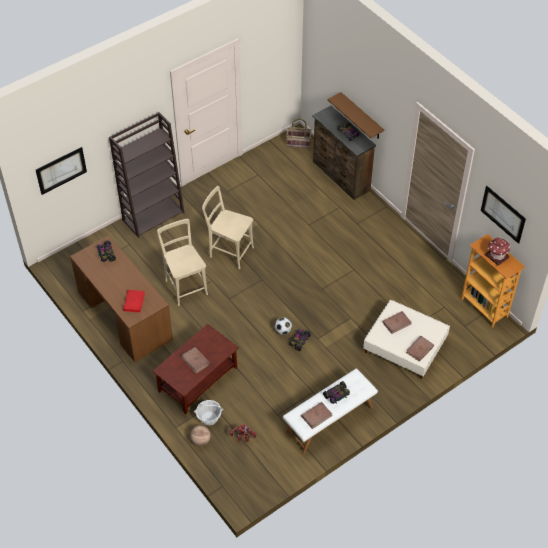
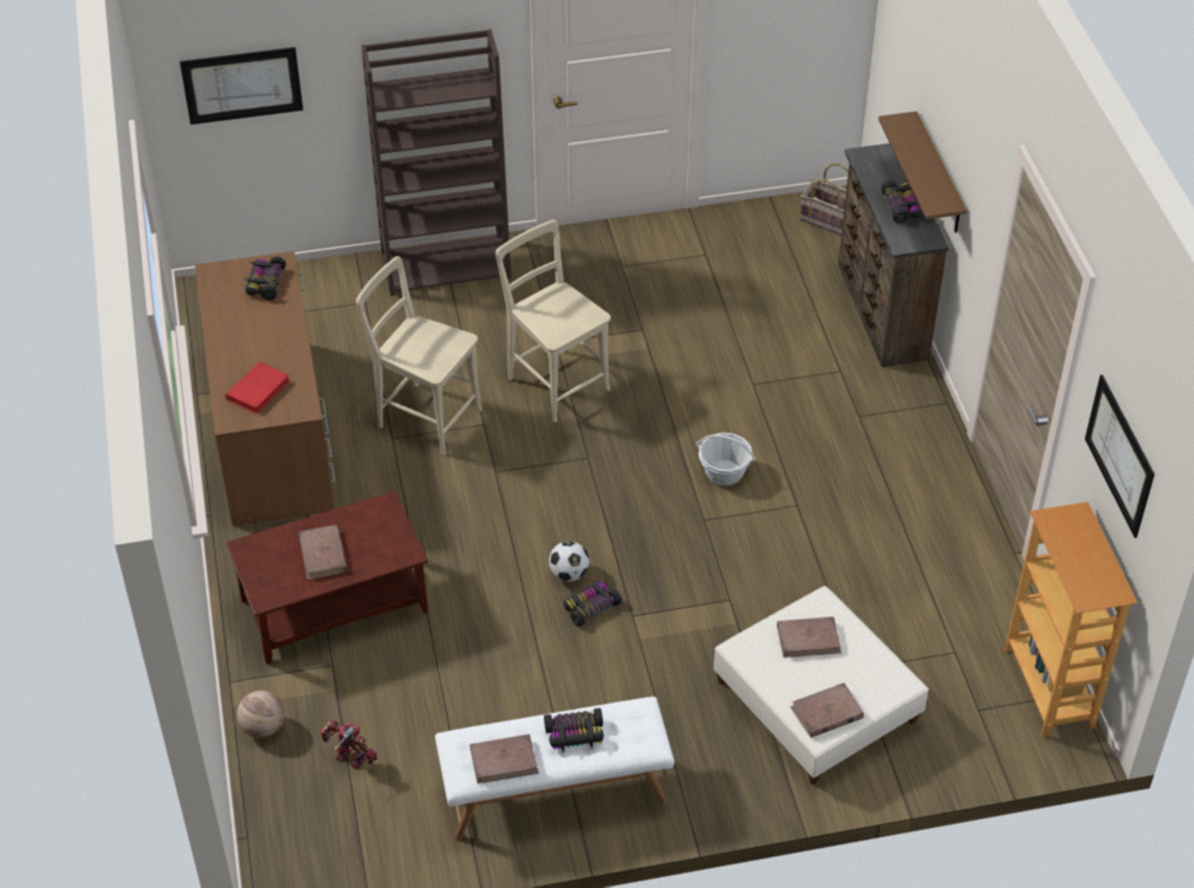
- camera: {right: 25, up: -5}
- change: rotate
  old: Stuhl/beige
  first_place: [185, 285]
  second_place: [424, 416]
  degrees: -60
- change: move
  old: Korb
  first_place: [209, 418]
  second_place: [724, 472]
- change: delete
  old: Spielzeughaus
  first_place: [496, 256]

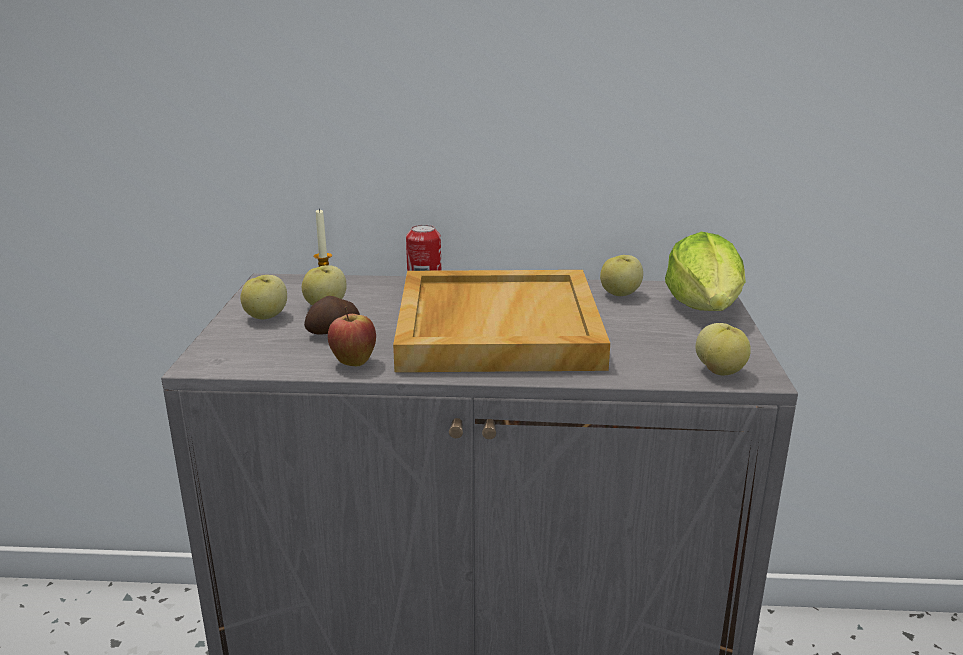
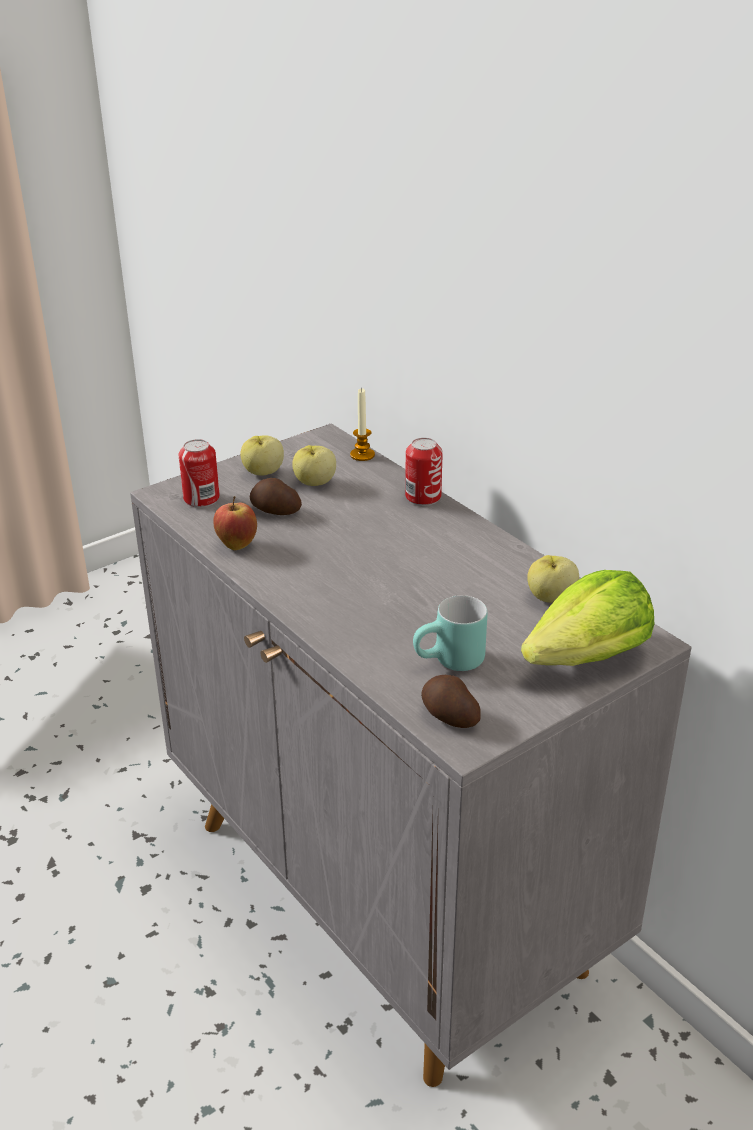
- camera: {right: 50, up: 10}
- change: delete
  old: Tablett/beige
  first_place: [495, 327]
- change: replace
  old: Apfel
  new: Kartoffel
  first_place: [720, 371]
  second_place: [448, 716]
- change: insert
  new: Dose
  second_place: [201, 498]
- change: insert
  new: Henkelbecher/türkis
  second_place: [451, 664]

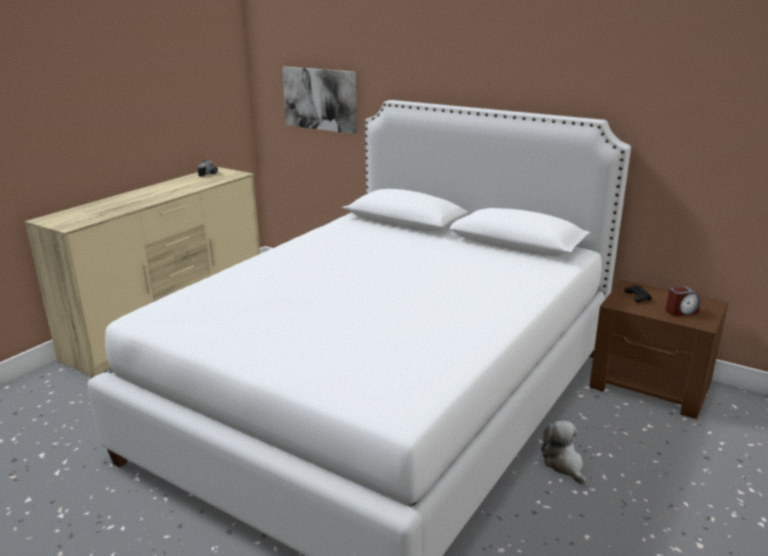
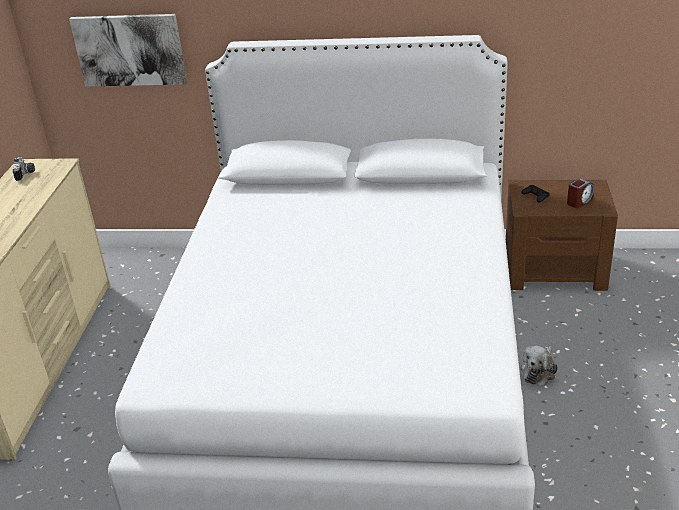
- camera: {right: -25, up: 10}
- change: rotate
  old: Plüschtier
  first_place: [564, 464]
  second_place: [539, 371]
  degrees: -105

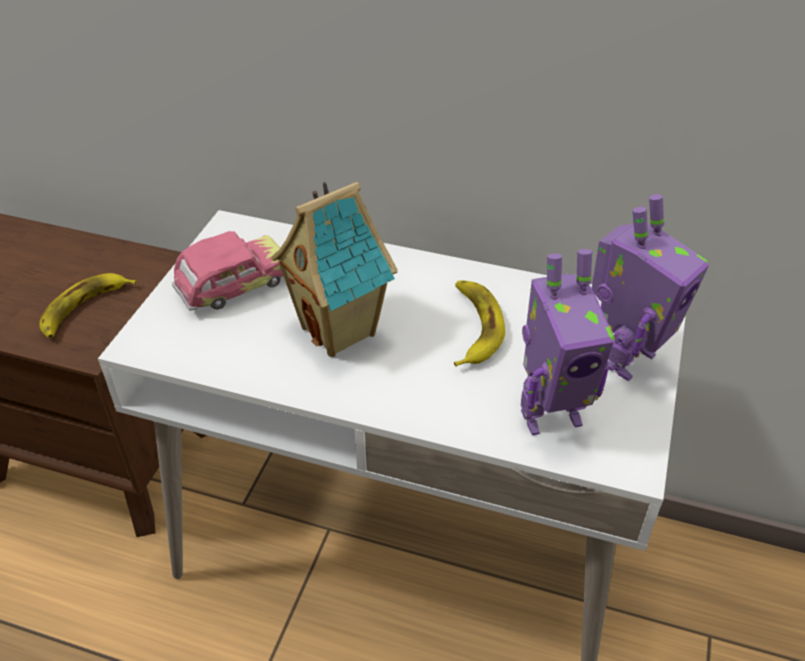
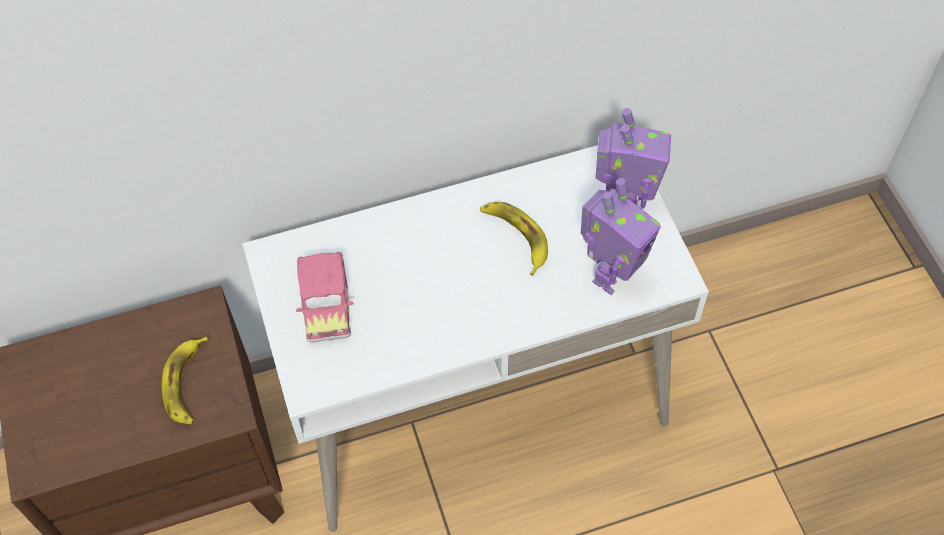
- camera: {right: -35, up: 15}
- change: rotate
  old: Spielzeugauto
  first_place: [234, 286]
  second_place: [326, 303]
  degrees: 150
- change: delete
  old: Spielzeughaus
  first_place: [341, 331]

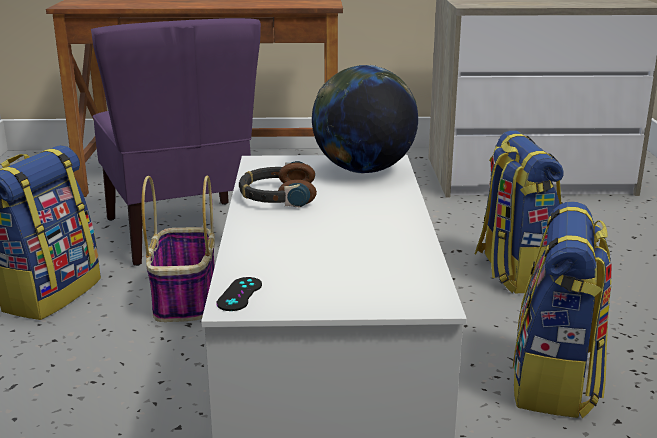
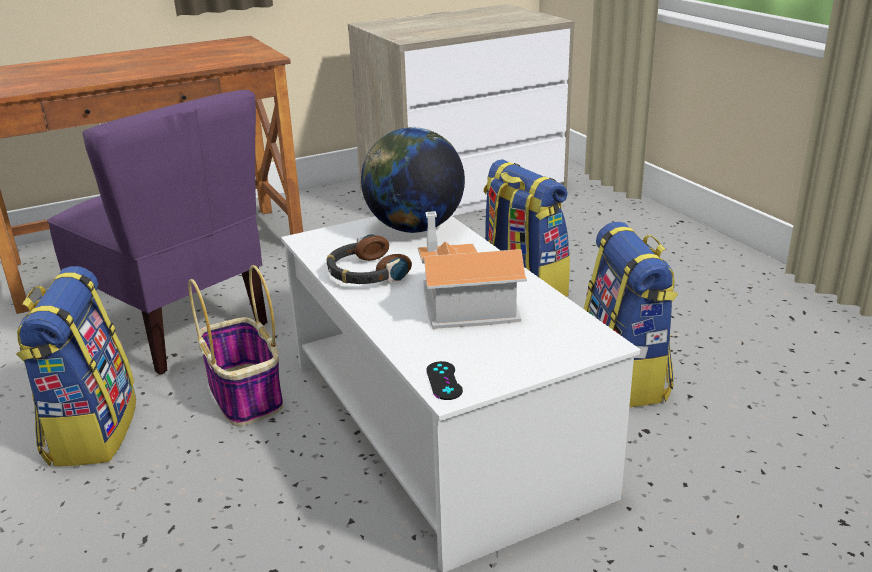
- camera: {right: -25, up: 5}
- change: insert
  new: Spielzeughaus
  second_place: [461, 303]

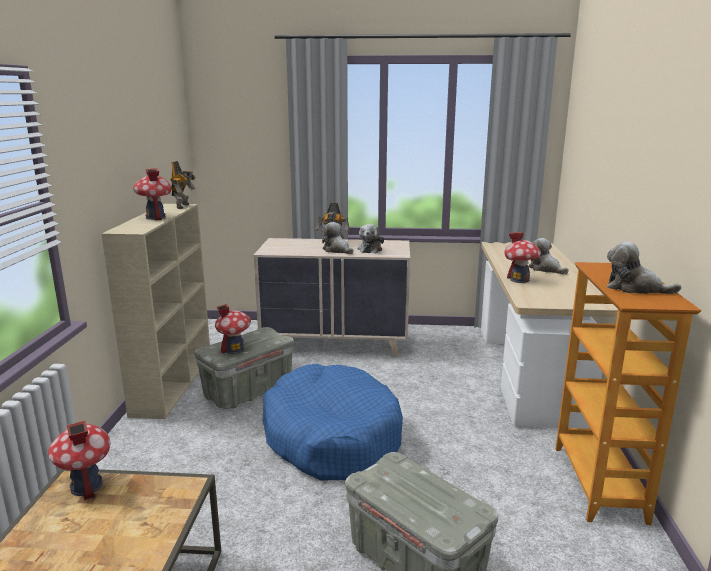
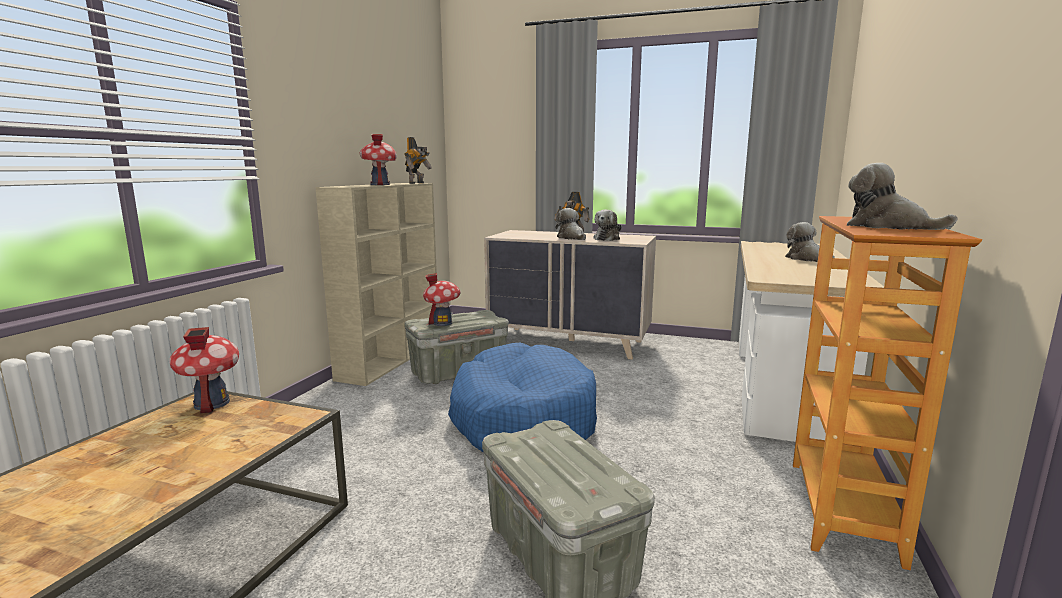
- camera: {right: 15, up: -5}
- change: delete
  old: Spielzeughaus
  first_place: [519, 280]

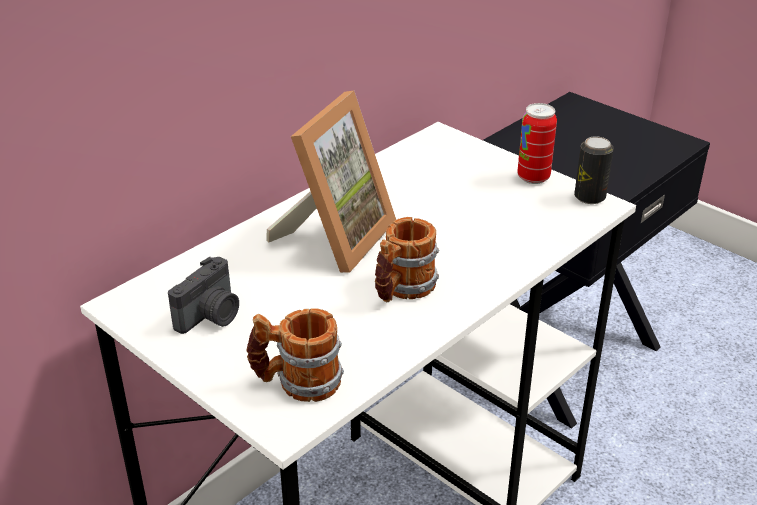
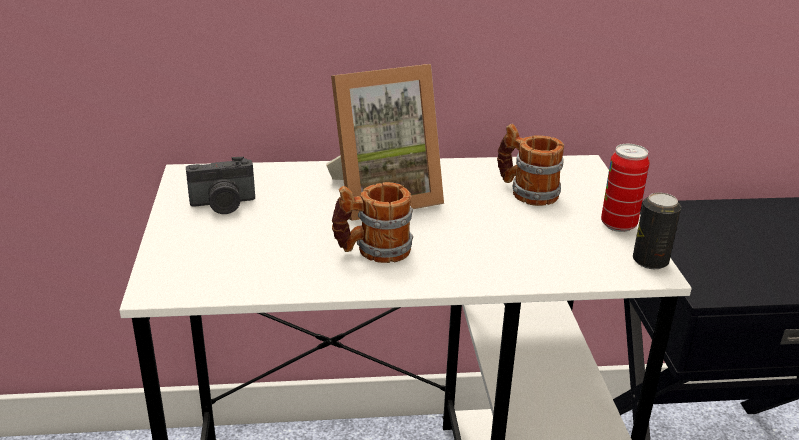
- camera: {right: 40, up: -5}
- change: move
  old: Henkelbecher
  first_place: [297, 382]
  second_place: [526, 191]

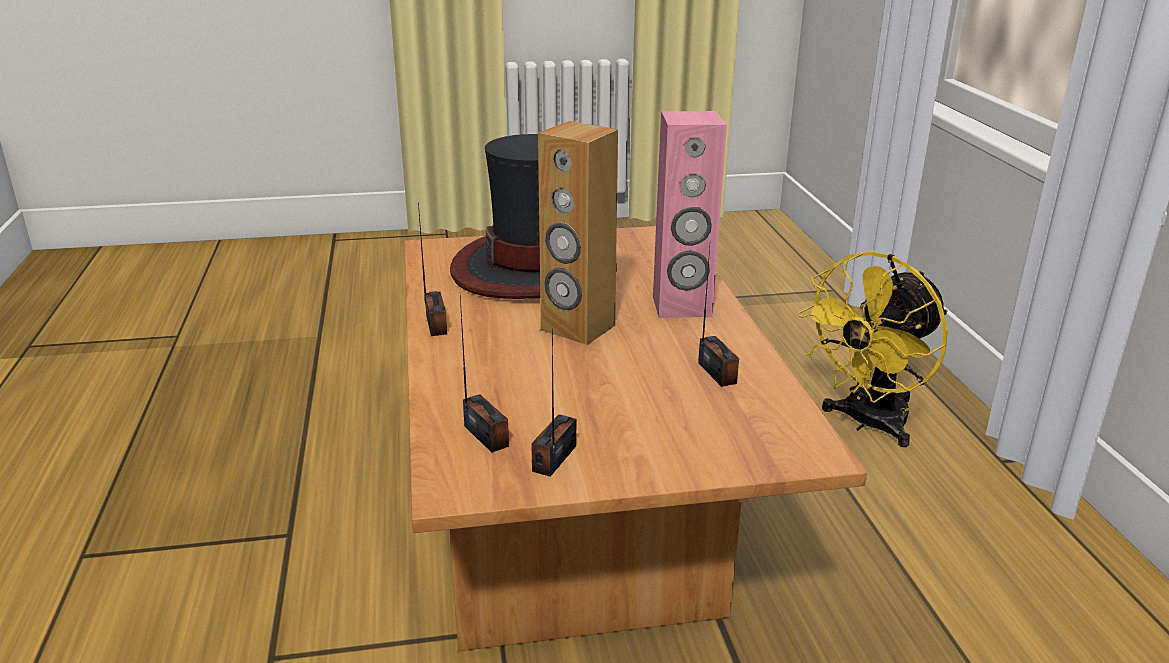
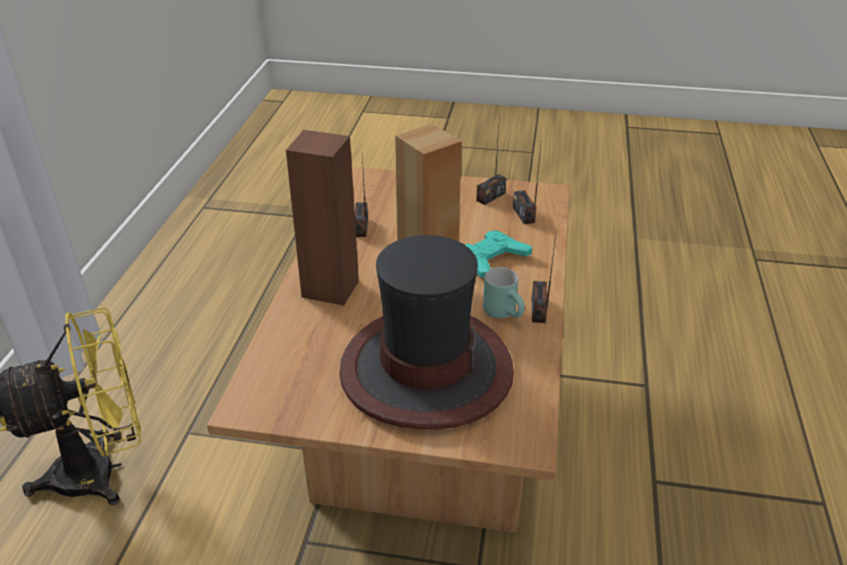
- camera: {right: -160, up: 10}
- change: recolor
  old: Lautsprecher/rosa
  new: Lautsprecher/braun
  first_place: [682, 307]
  second_place: [330, 288]
- change: insert
  new: Gamepad/türkis
  second_place: [491, 259]
- change: insert
  new: Henkelbecher/türkis
  second_place: [505, 313]

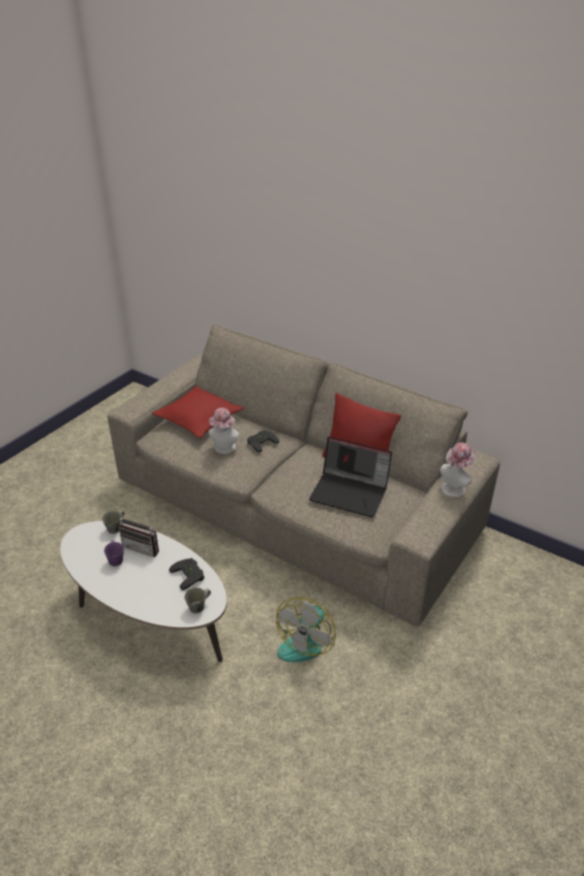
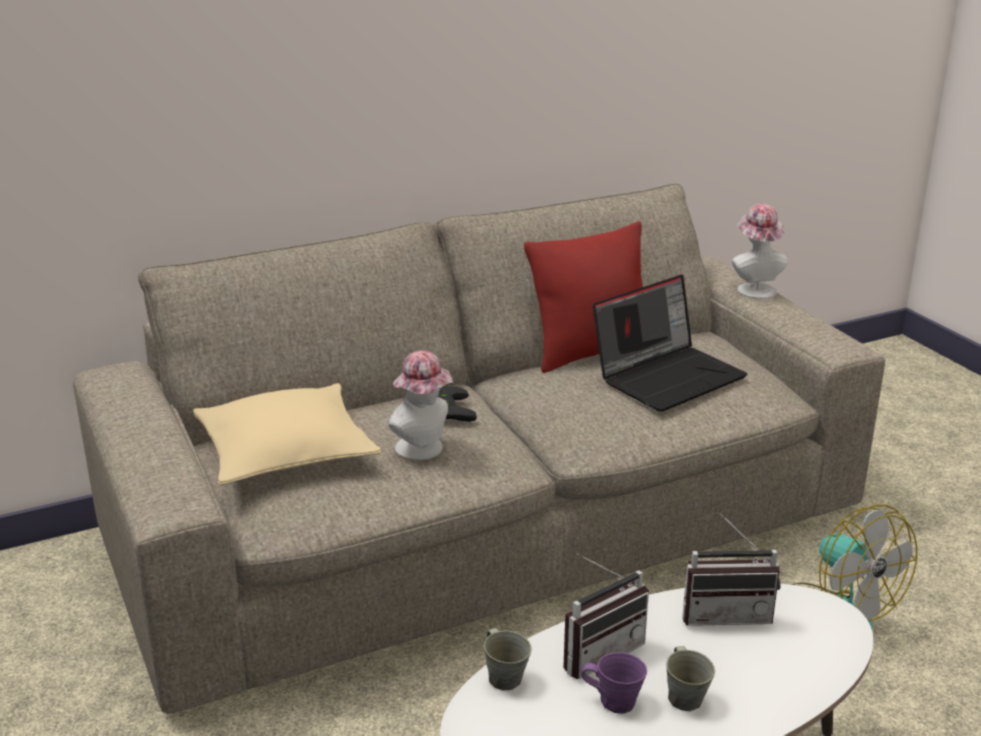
- camera: {right: -60, up: -10}
- change: recolor
  old: Kissen/rot
  new: Kissen/beige
  first_place: [199, 419]
  second_place: [286, 452]
- change: replace
  old: Gamepad/schwarz
  new: Radio
  first_place: [190, 575]
  second_place: [726, 613]
- change: move
  old: Henkelbecher/grau
  first_place: [198, 607]
  second_place: [685, 697]

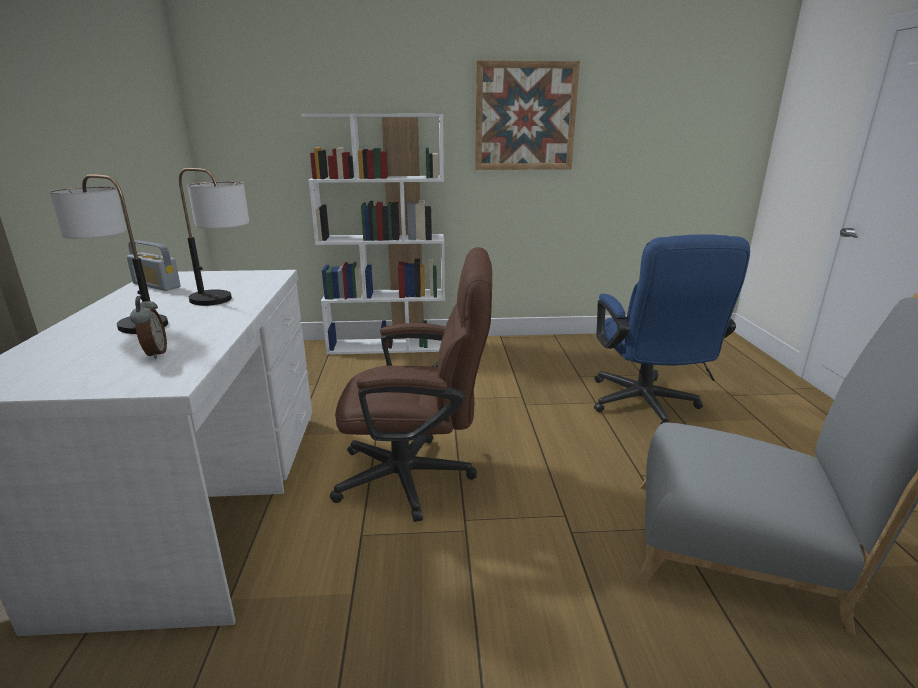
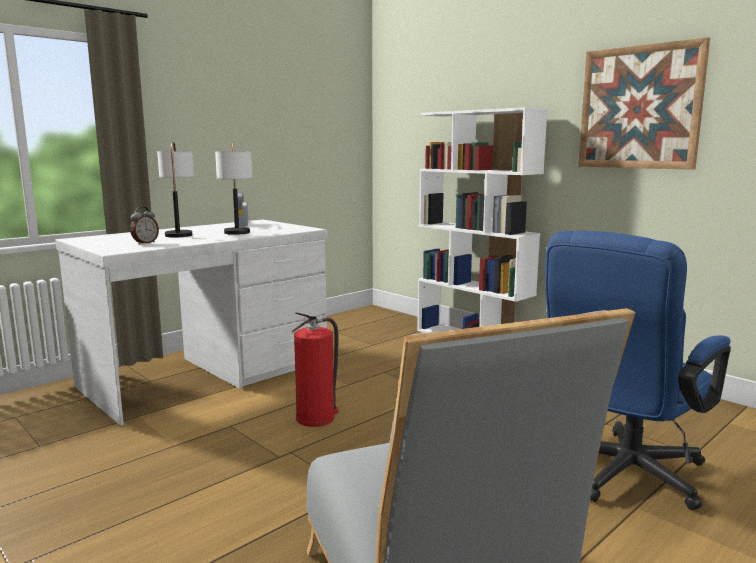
- camera: {right: 50, up: -10}
- change: replace
  old: Bürostuhl/braun
  new: Feuerlöscher
  first_place: [417, 477]
  second_place: [316, 418]

